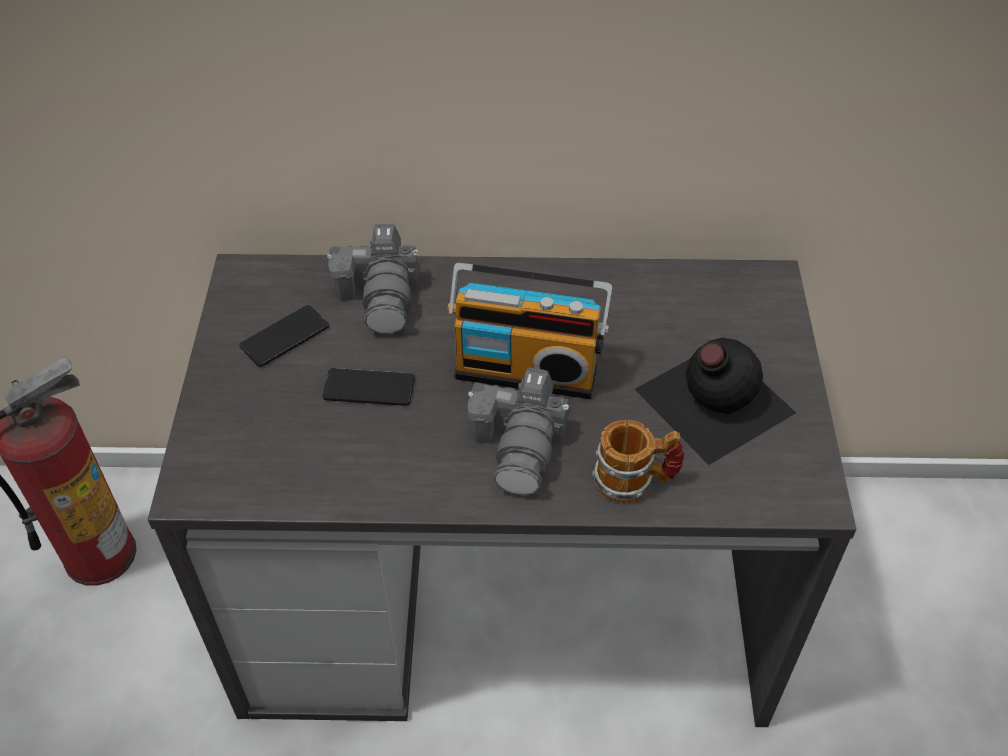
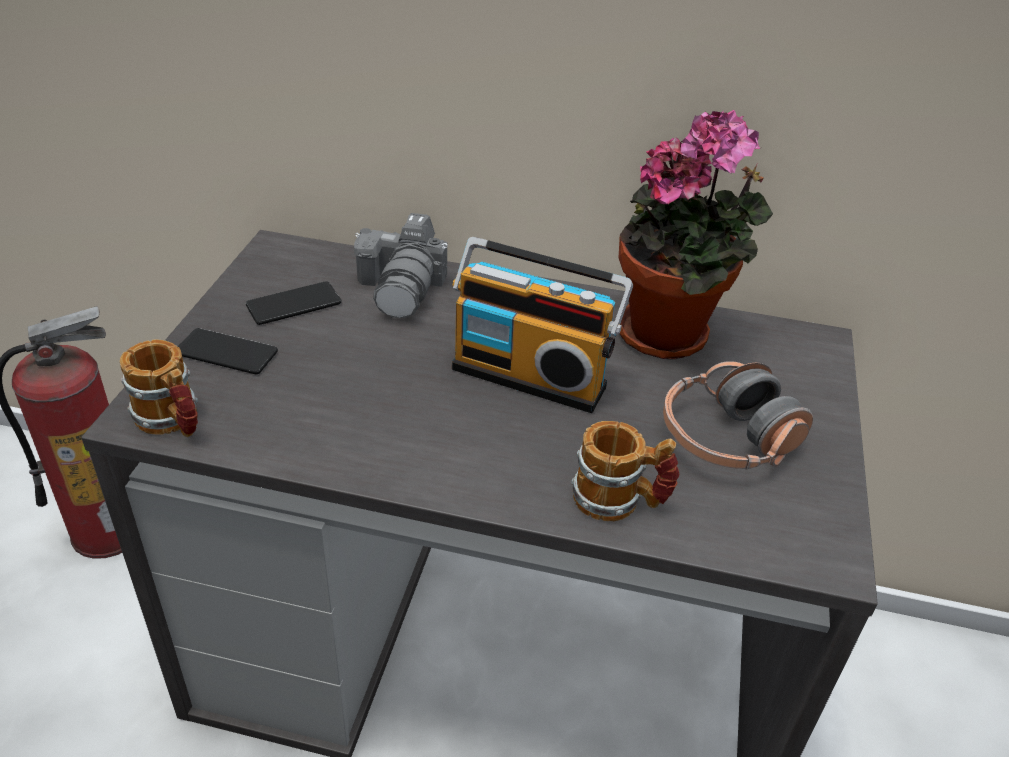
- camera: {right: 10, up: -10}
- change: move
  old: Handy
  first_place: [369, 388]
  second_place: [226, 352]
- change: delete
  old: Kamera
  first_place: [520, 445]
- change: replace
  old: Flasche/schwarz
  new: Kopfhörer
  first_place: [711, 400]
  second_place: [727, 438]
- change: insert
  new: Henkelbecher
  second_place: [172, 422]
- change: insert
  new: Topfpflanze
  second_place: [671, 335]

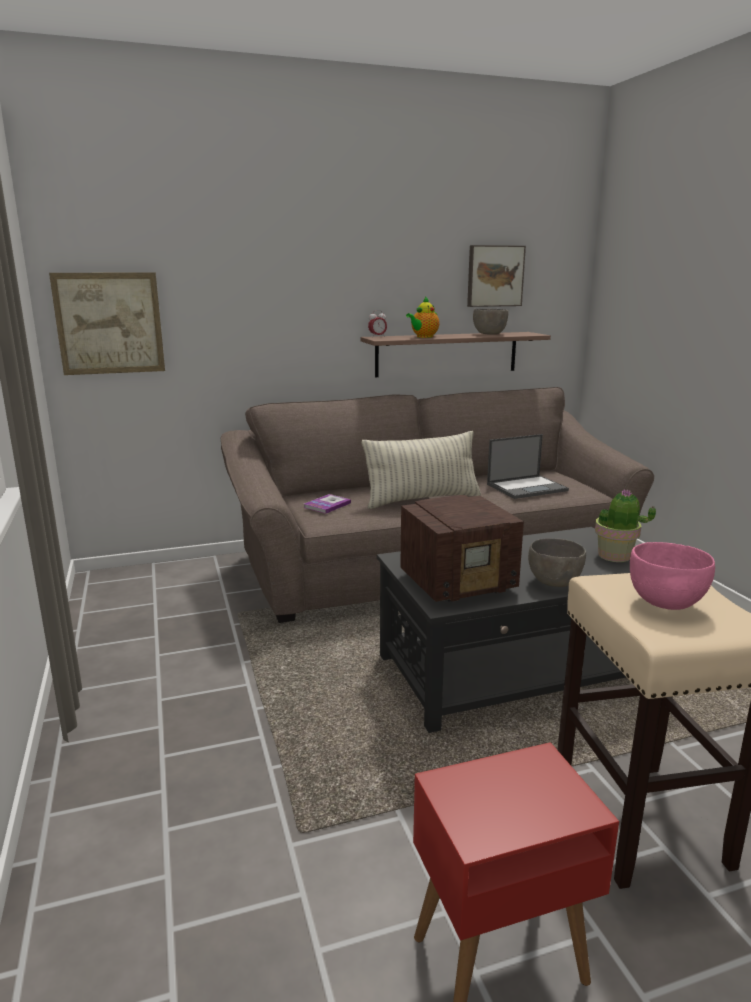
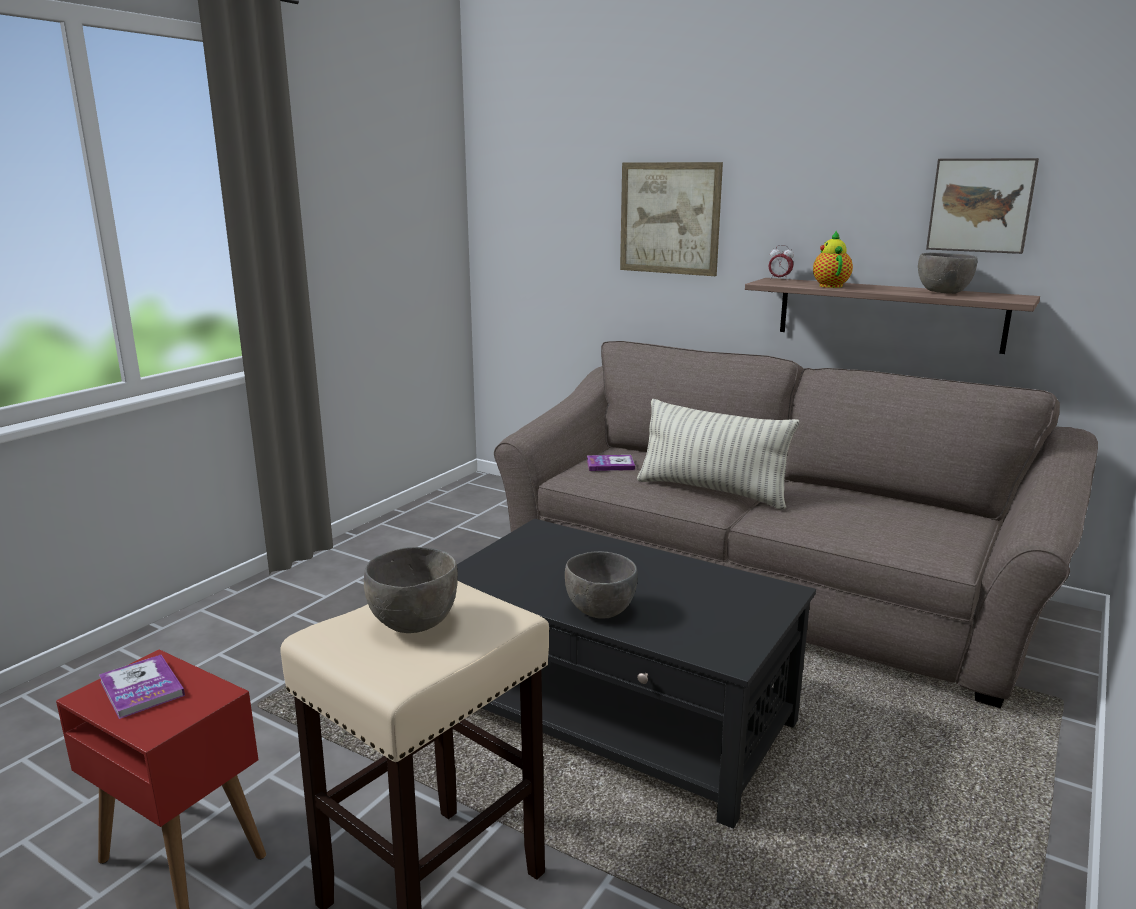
- camera: {right: 50, up: 0}
- change: move
  old: Bild
  first_place: [109, 323]
  second_place: [669, 218]
- change: delete
  old: Radio
  first_place: [459, 583]
- change: rotate
  old: Teekanne
  first_place: [423, 337]
  second_place: [830, 286]
  degrees: 90
- change: delete
  old: Laptop
  first_place: [527, 487]
- change: delete
  old: Topfpflanze
  first_place: [615, 556]
- change: recolor
  old: Schüssel/rosa
  new: Schüssel/grau
  first_place: [666, 603]
  second_place: [413, 624]
- change: insert
  new: Buch
  second_place: [141, 688]

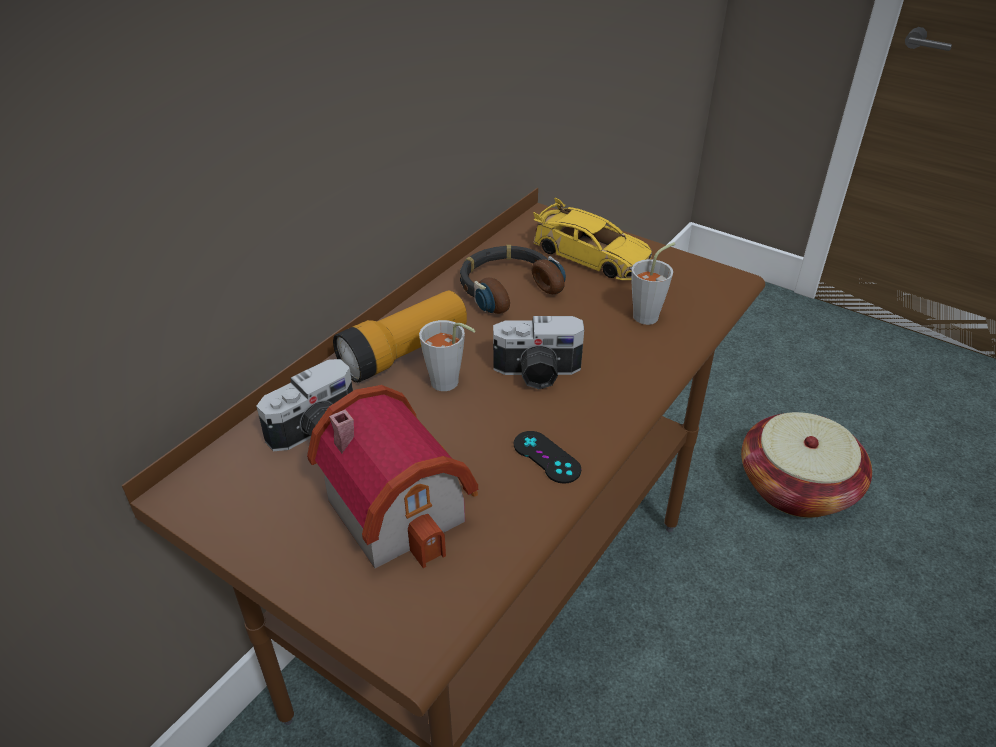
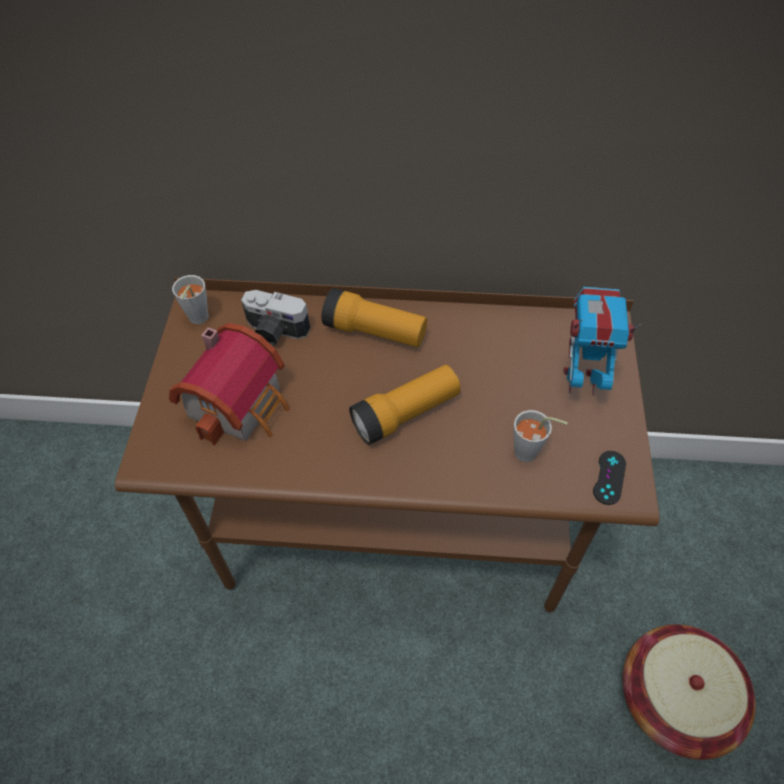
- camera: {right: 60, up: 15}
- change: move
  old: Tasse/grau
  first_place: [449, 385]
  second_place: [197, 320]
- change: delete
  old: Kopfhörer
  first_place: [507, 287]
- change: replace
  old: Kamera
  new: Taschenlampe
  first_place: [537, 373]
  second_place: [406, 414]
- change: move
  old: Gamepad/schwarz
  first_place: [546, 457]
  second_place: [609, 477]
- change: replace
  old: Spielzeugauto/gelb
  new: Spielzeugroboter
  first_place: [590, 255]
  second_place: [580, 381]

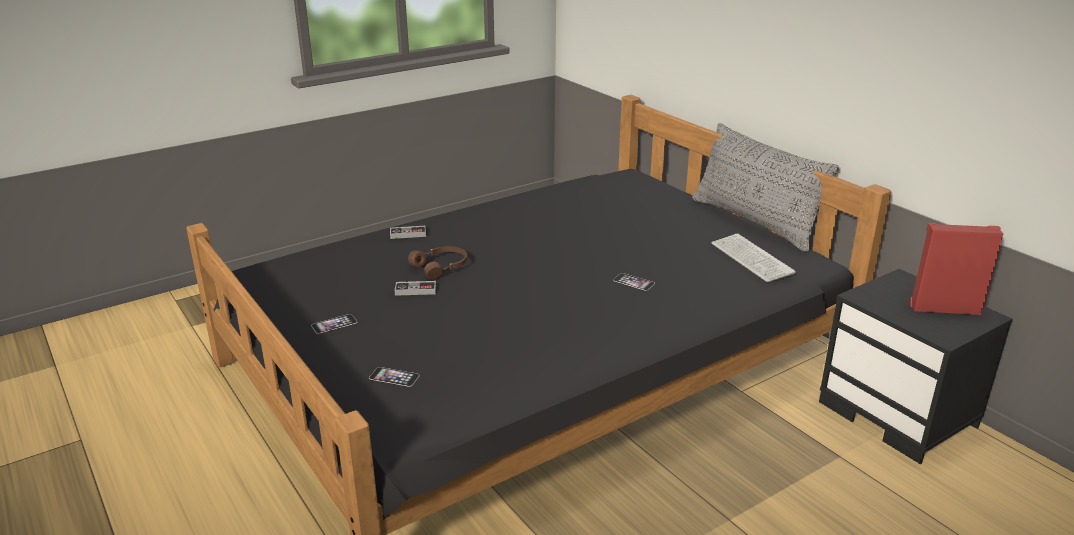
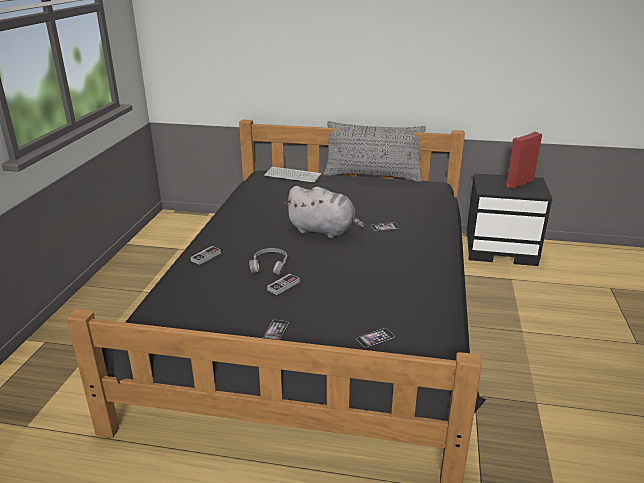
- camera: {right: -45, up: 0}
- change: recolor
  old: Kopfhörer/braun
  new: Kopfhörer/grau
  first_place: [441, 267]
  second_place: [270, 265]
- change: move
  old: Tastatur
  first_place: [751, 259]
  second_place: [292, 175]
- change: insert
  new: Plüschtier/grau
  second_place: [324, 231]

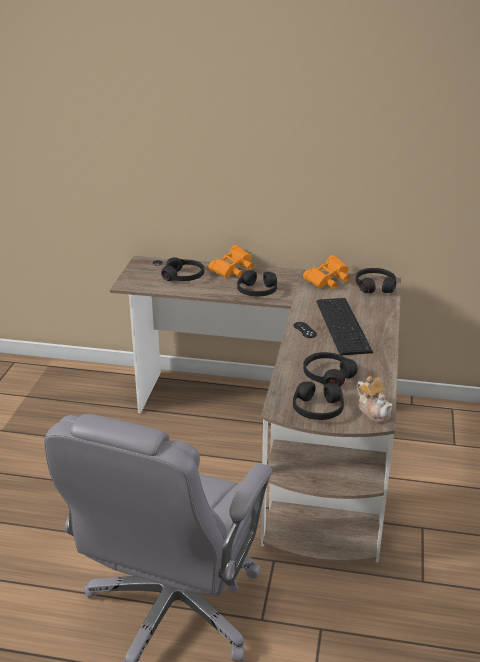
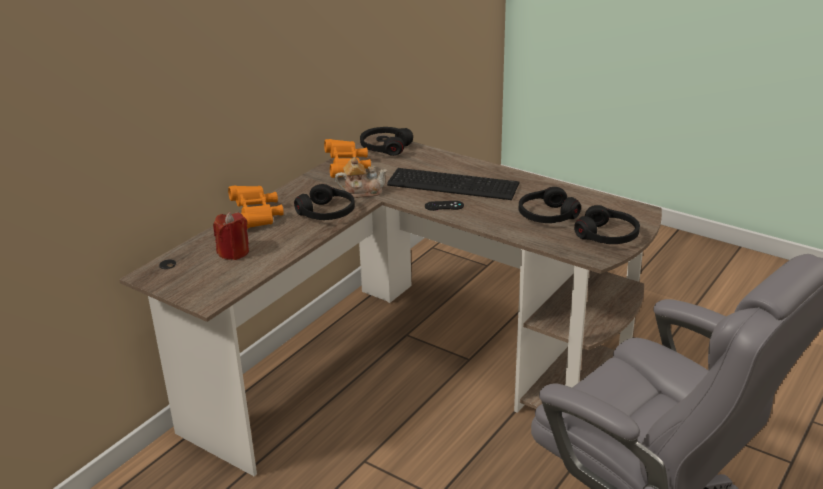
- camera: {right: -65, up: 0}
- change: replace
  old: Kopfhörer/schwarz
  new: Kerze/rot
  first_place: [184, 276]
  second_place: [233, 252]
- change: move
  old: Teekanne
  first_place: [374, 411]
  second_place: [362, 192]

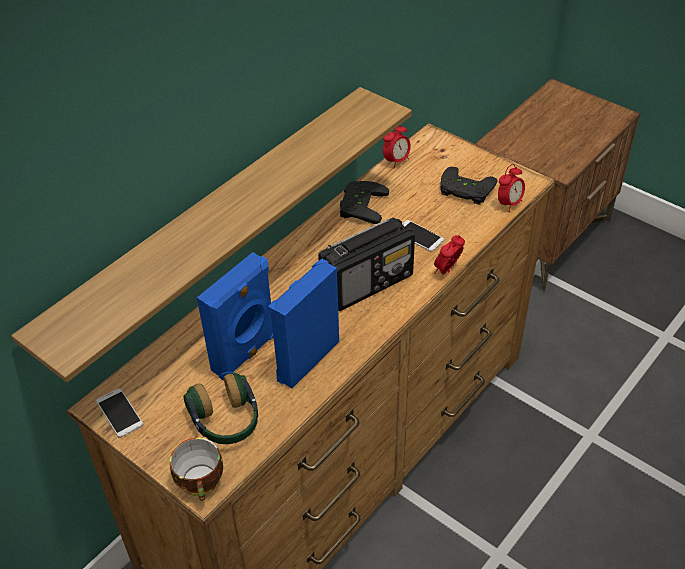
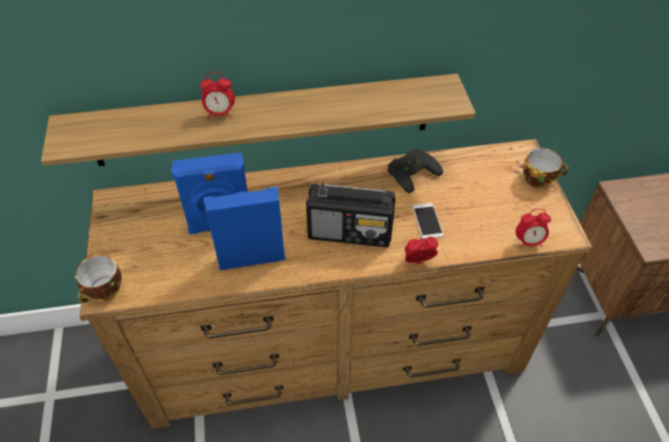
- camera: {right: 40, up: 5}
- change: delete
  old: Handy
  first_place: [119, 413]
- change: delete
  old: Kopfhörer
  first_place: [226, 421]
- change: move
  old: Wecker
  first_place: [396, 161]
  second_place: [220, 113]
- change: delete
  old: Gamepad/schwarz
  first_place: [465, 190]
- change: insert
  new: Tasse
  second_place: [539, 178]

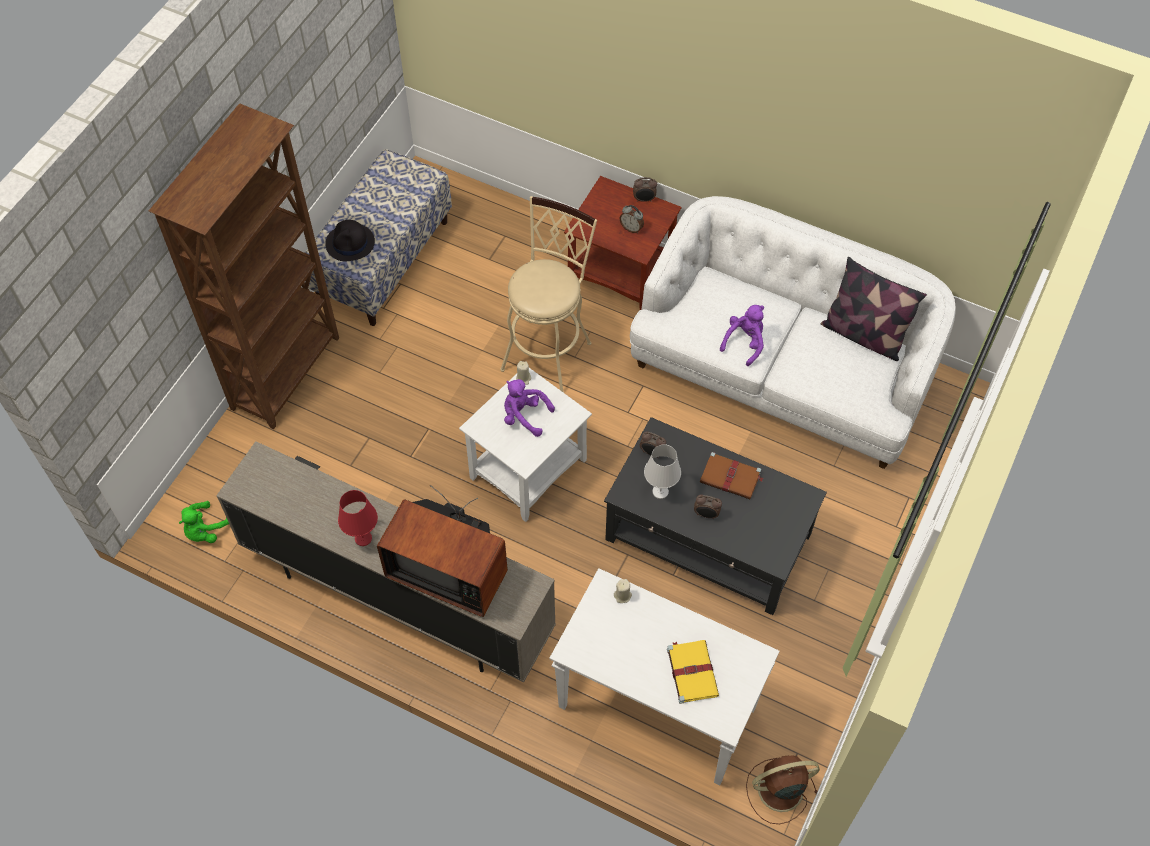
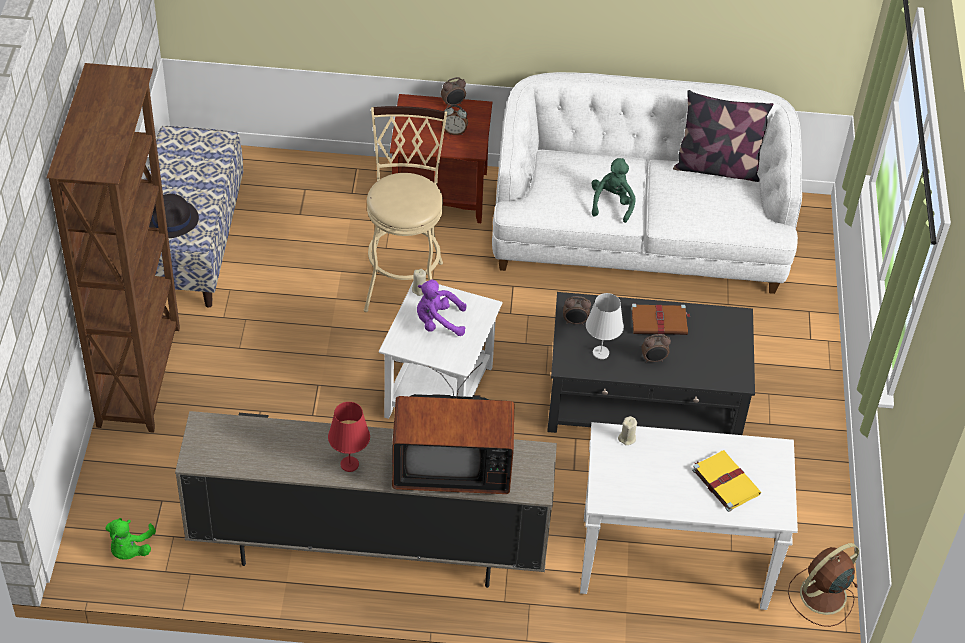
- camera: {right: -25, up: -10}
- change: recolor
  old: Plüschtier/lila
  new: Plüschtier/grün
  first_place: [745, 342]
  second_place: [612, 203]

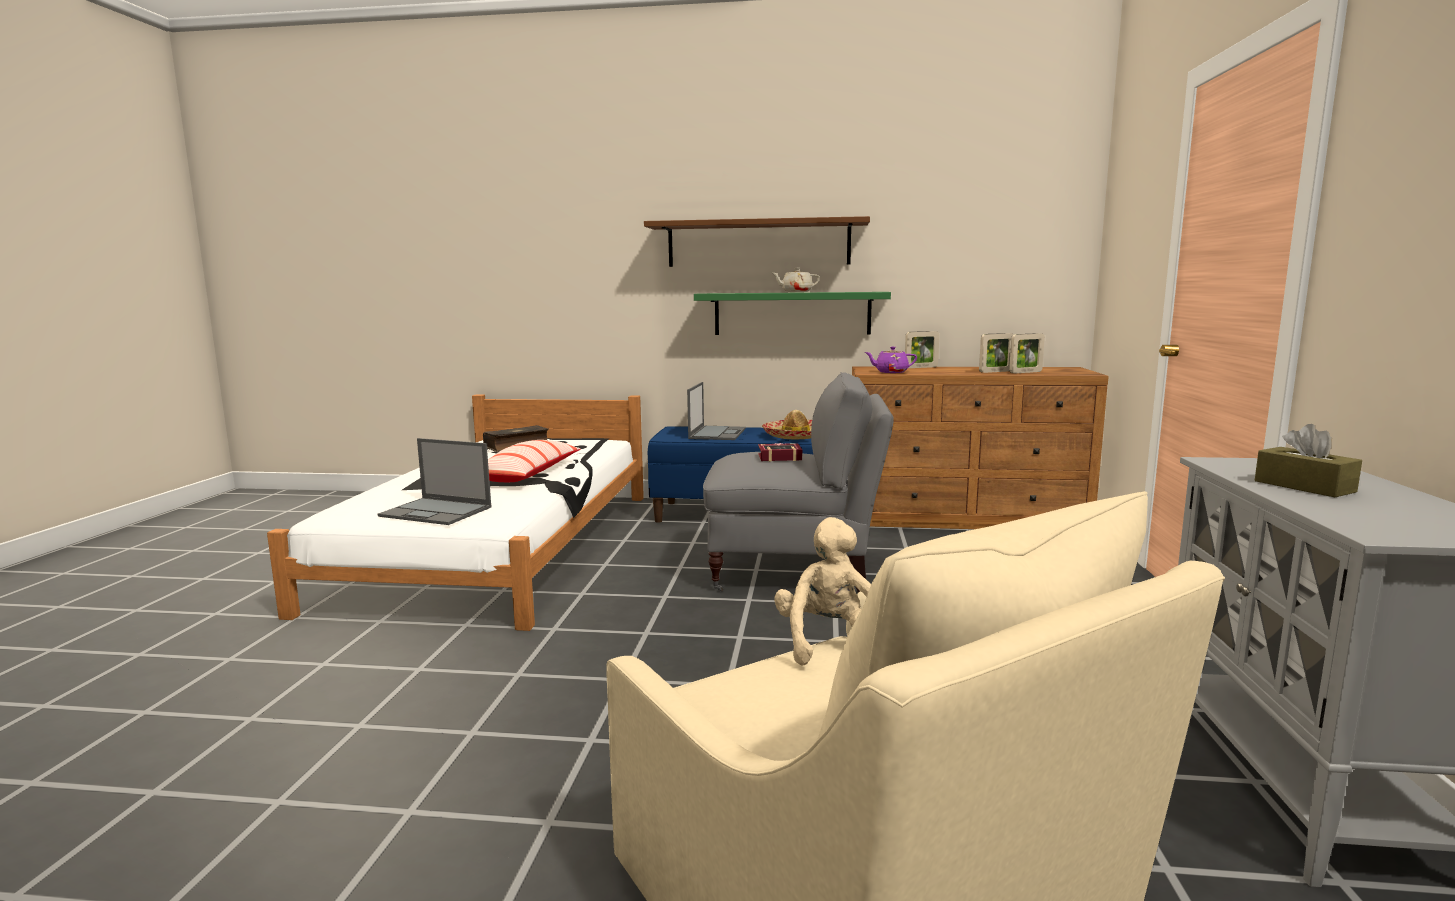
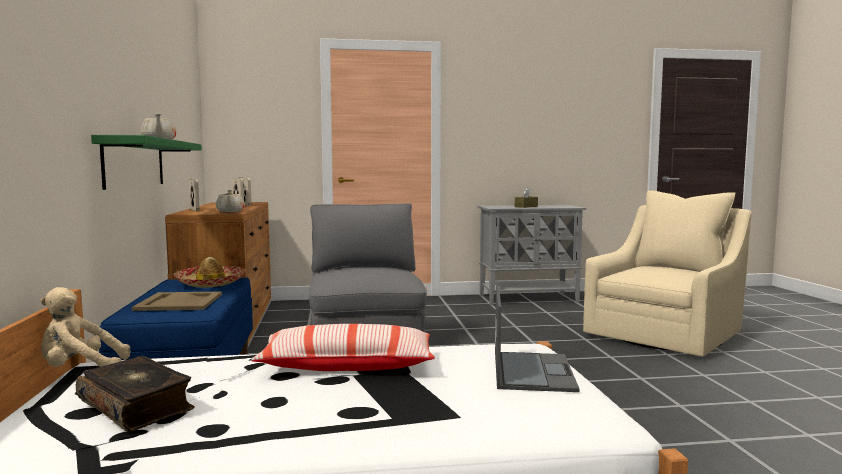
- camera: {right: -105, up: -5}
- change: delete
  old: Wandregal/braun
  first_place: [758, 244]
- change: replace
  old: Laptop
  new: Tablett/beige
  first_place: [717, 433]
  second_place: [178, 302]
- change: delete
  old: Buch
  first_place: [777, 457]
- change: move
  old: Plüschtier/beige
  first_place: [830, 642]
  second_place: [80, 370]
- change: recolor
  old: Teekanne/lila
  new: Teekanne/beige
  first_place: [890, 372]
  second_place: [230, 211]

